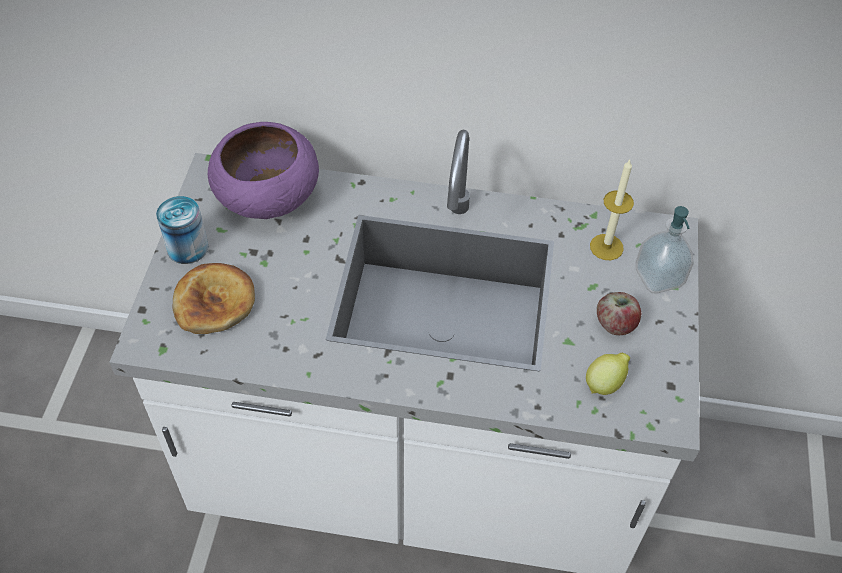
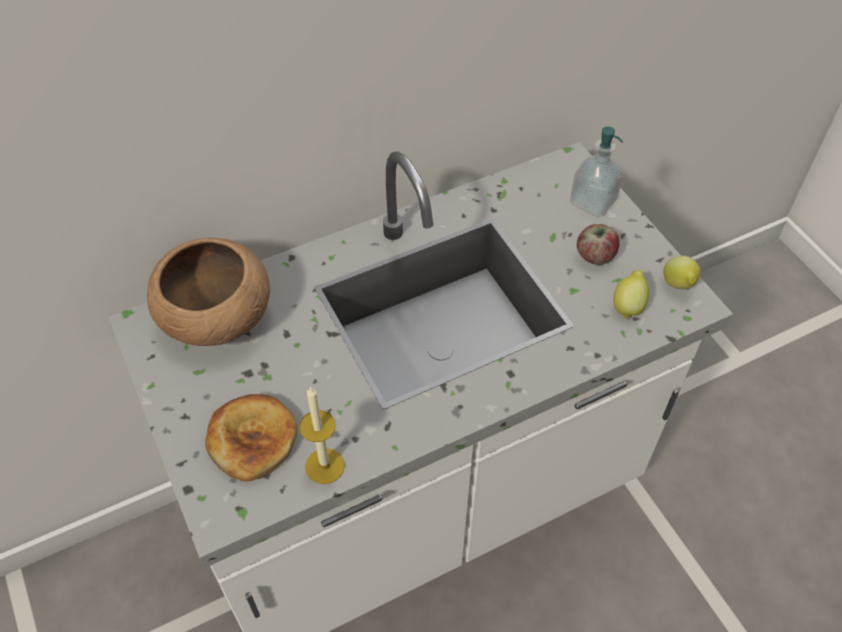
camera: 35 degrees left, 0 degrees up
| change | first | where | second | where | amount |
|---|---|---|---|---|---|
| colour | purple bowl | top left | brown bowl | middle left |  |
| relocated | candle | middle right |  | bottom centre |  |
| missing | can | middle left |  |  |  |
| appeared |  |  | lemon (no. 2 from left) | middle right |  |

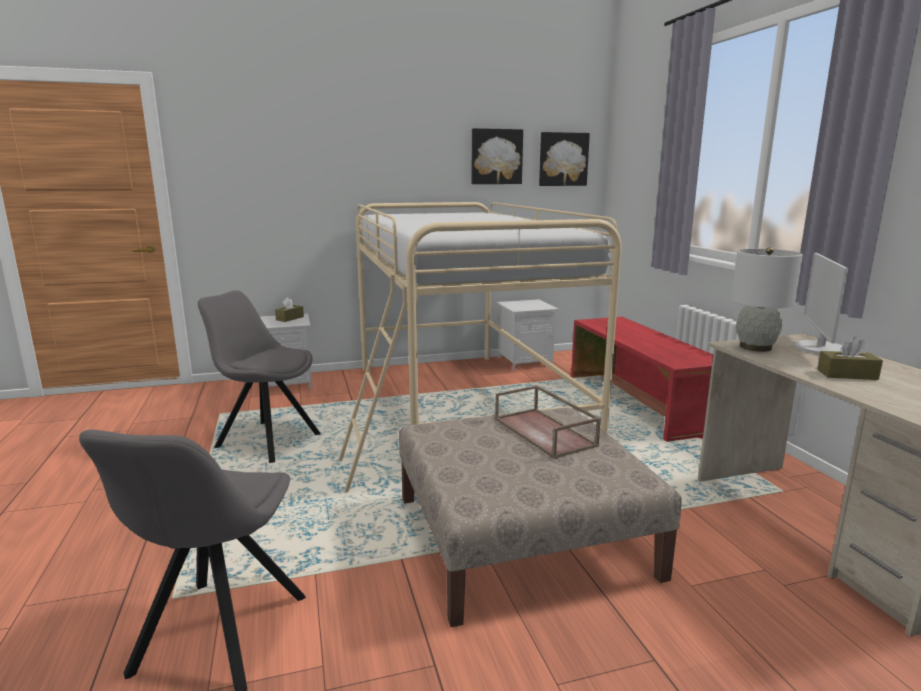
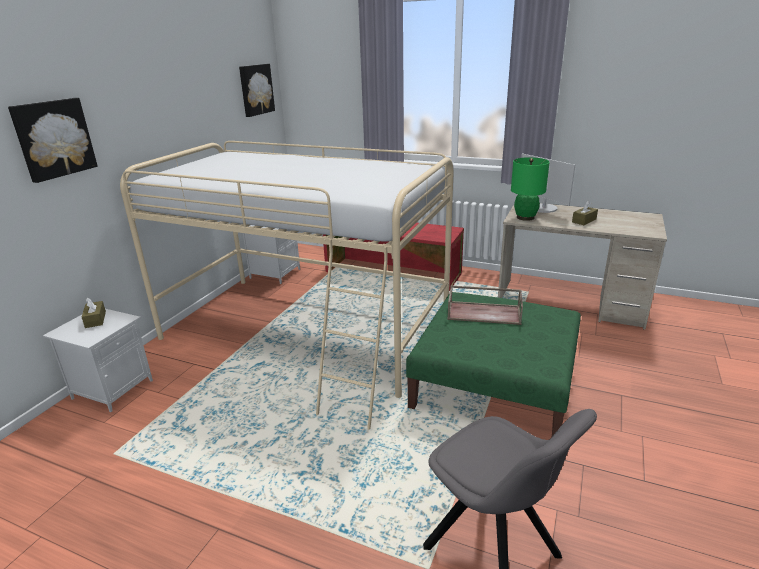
camera: 50 degrees left, 10 degrees up
| change | first | where | second | where | amount |
|---|---|---|---|---|---|
| relocated | picture (no. 1 from left) | top centre |  | top left |  |
| colour | white table lamp | middle right | green table lamp | top right |  |
| missing | grey chair (no. 2 from left) | middle left |  |  |  |
| colour | beige ottoman | bottom centre | green ottoman | centre |  |

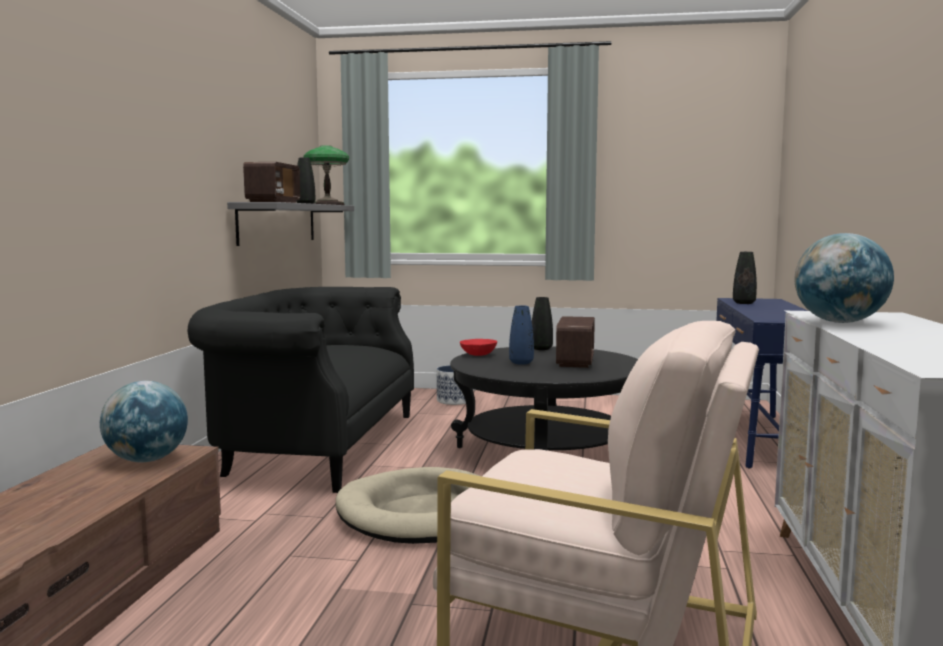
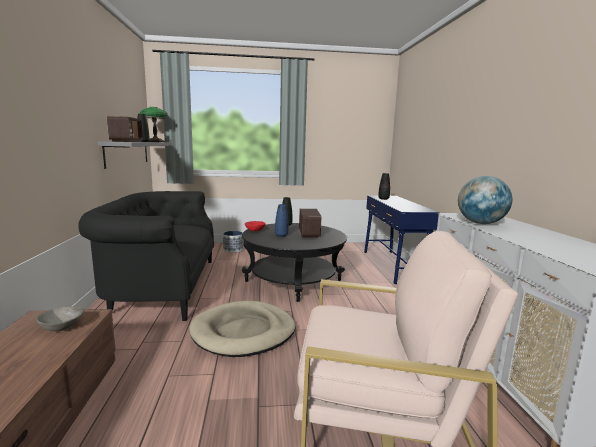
camera: 15 degrees left, 5 degrees up
| change | first | where | second | where | amount |
|---|---|---|---|---|---|
| exchanged | globe (no. 1 from left) | middle left | grey bowl | bottom left |  |

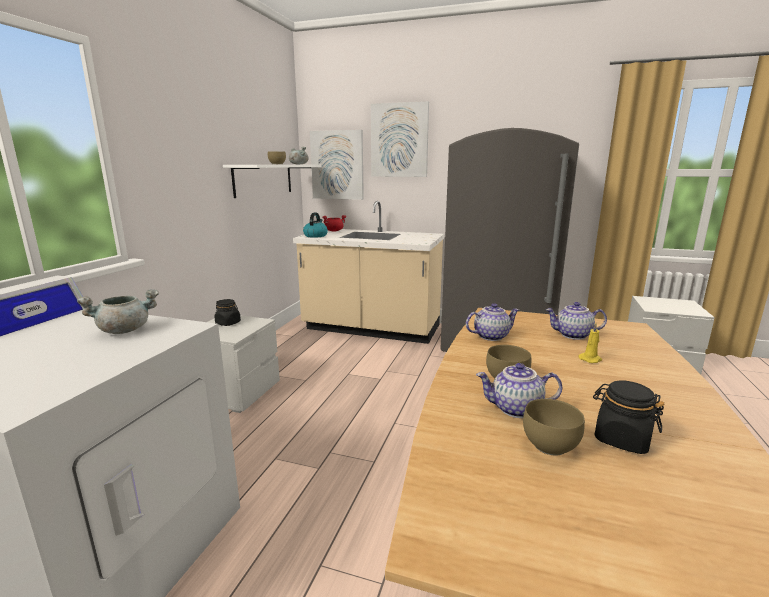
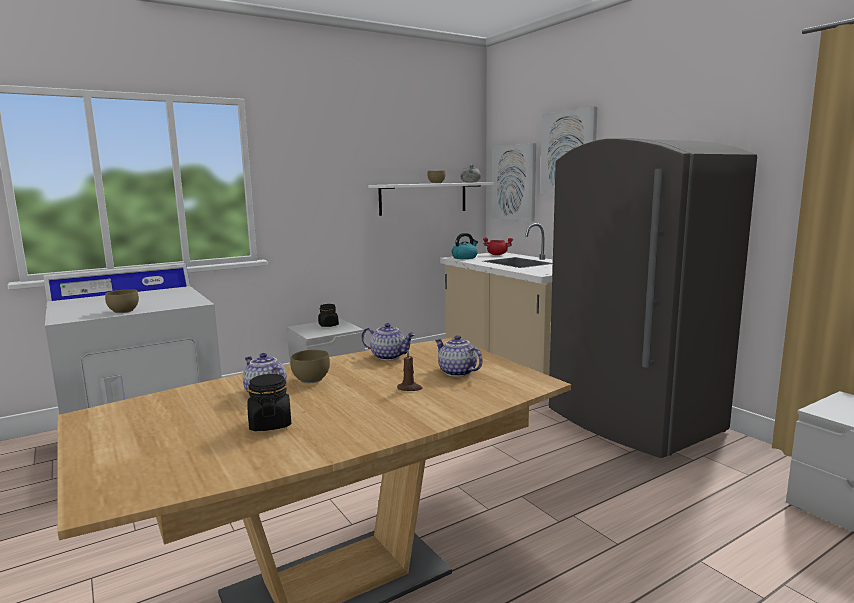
camera: 40 degrees right, 5 degrees down
| change | first | where | second | where | amount |
|---|---|---|---|---|---|
| missing | grey cooking pot (no. 1 from left) | middle left |  |  |  |
| colour | yellow candle | middle right | brown candle | centre |  |
| relocated | brown bowl (no. 3 from left in the first image) | bottom right | brown bowl (no. 1 from left) | middle left |  |

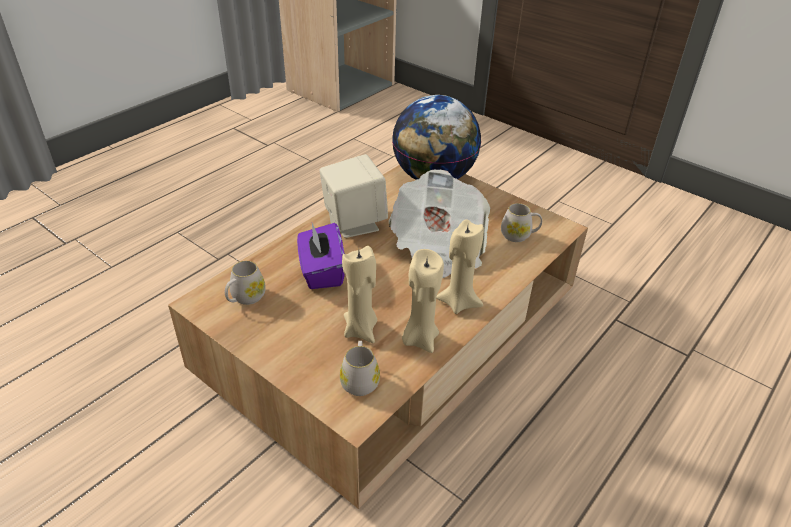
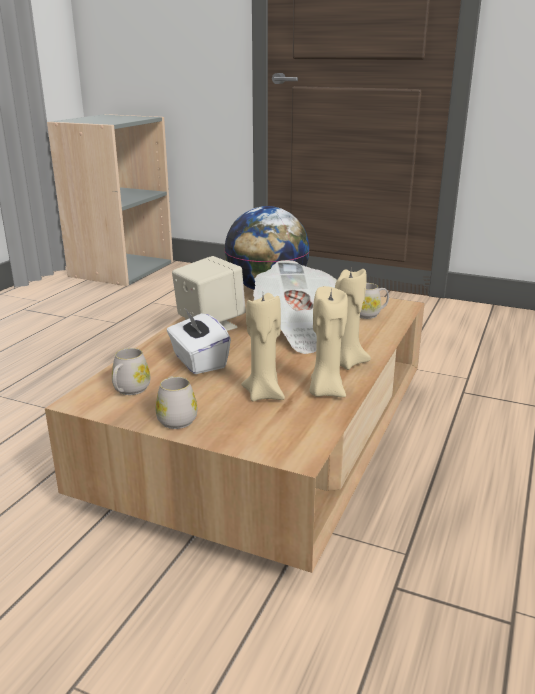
camera: 15 degrees left, 15 degrees down
| change | first | where | second | where | amount |
|---|---|---|---|---|---|
| colour | purple tissue box | centre | white tissue box | centre |  |
| relocated | white mug (no. 2 from left) | bottom centre |  | middle left |  |

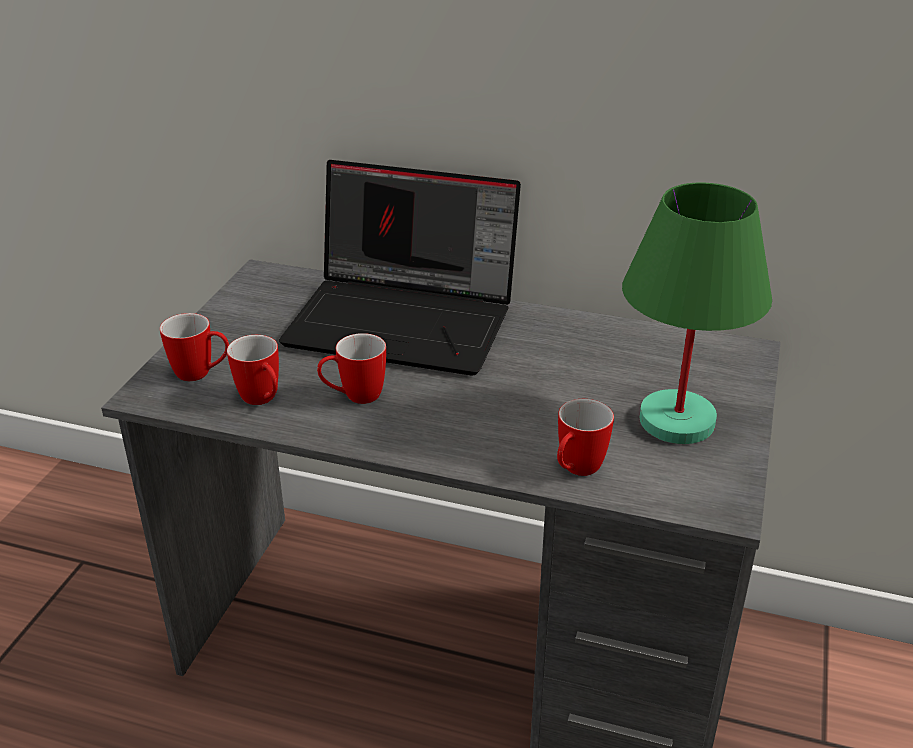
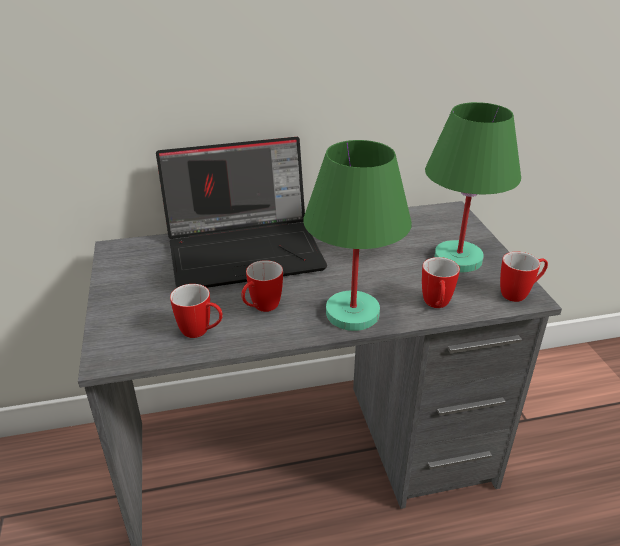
camera: 30 degrees left, 0 degrees up
| change | first | where | second | where | amount |
|---|---|---|---|---|---|
| relocated | mug (no. 1 from left in the first image) | middle left | mug (no. 4 from left) | middle right |  |
| appeared |  |  | green table lamp (no. 1 from left) | centre |  |

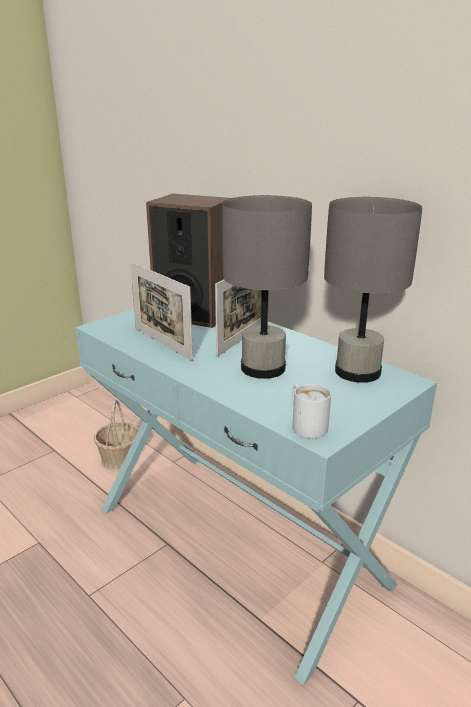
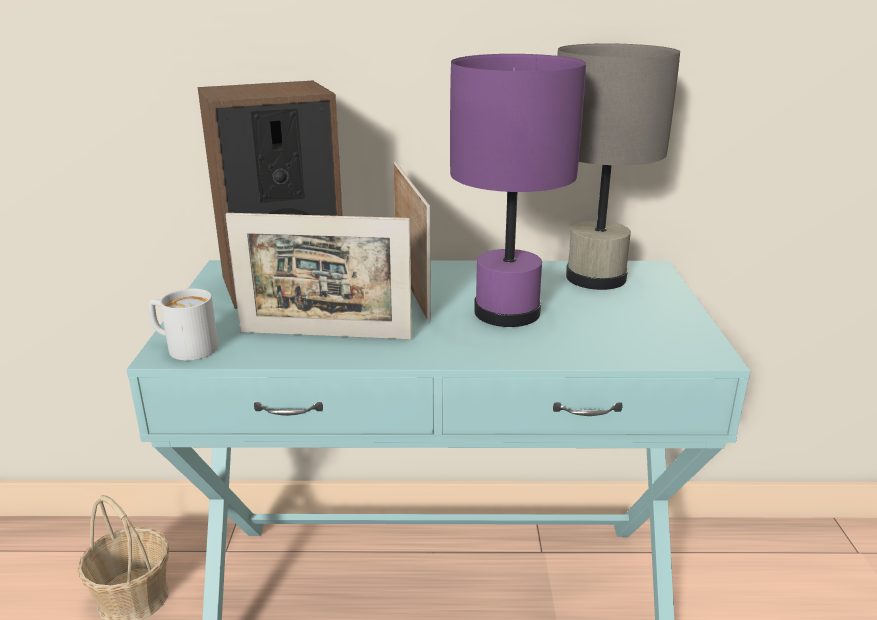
camera: 45 degrees left, 0 degrees up
| change | first | where | second | where | amount |
|---|---|---|---|---|---|
| colour | grey table lamp (no. 1 from left) | centre | purple table lamp | top centre |  |
| relocated | white mug | centre |  | middle left |  |

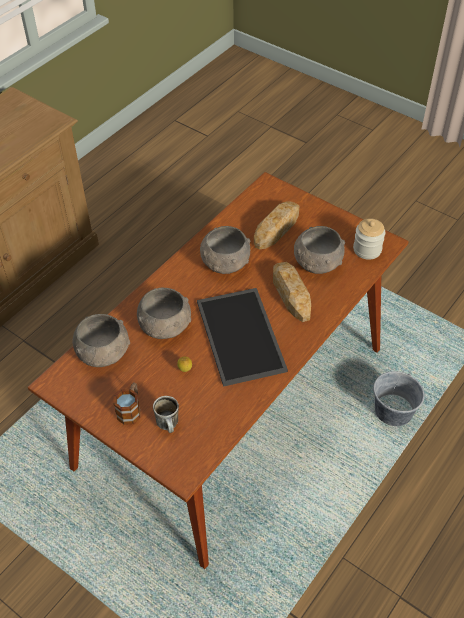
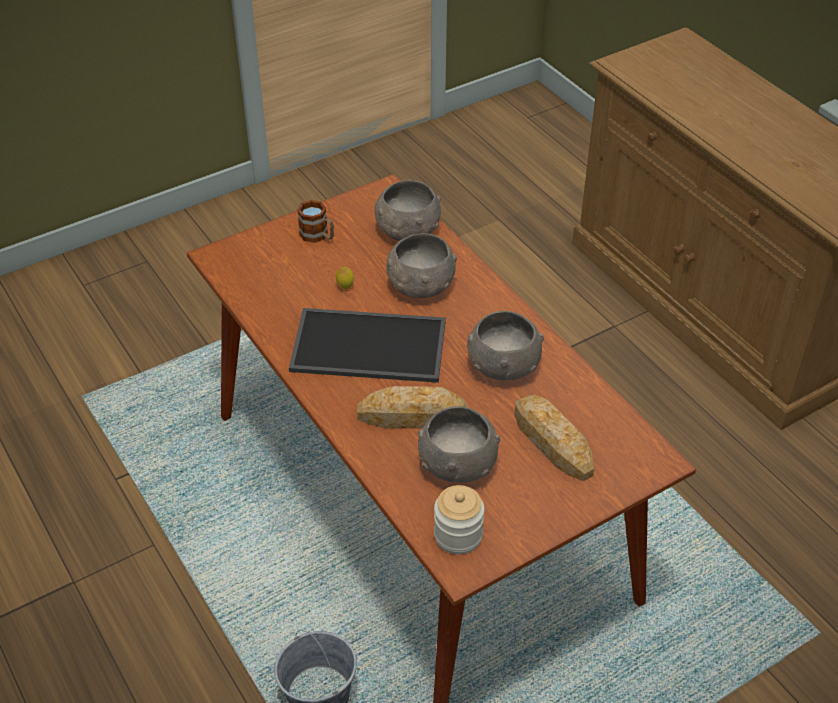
camera: 110 degrees right, 5 degrees down
| change | first | where | second | where | amount |
|---|---|---|---|---|---|
| missing | mug (no. 2 from left) | bottom centre |  |  |  |

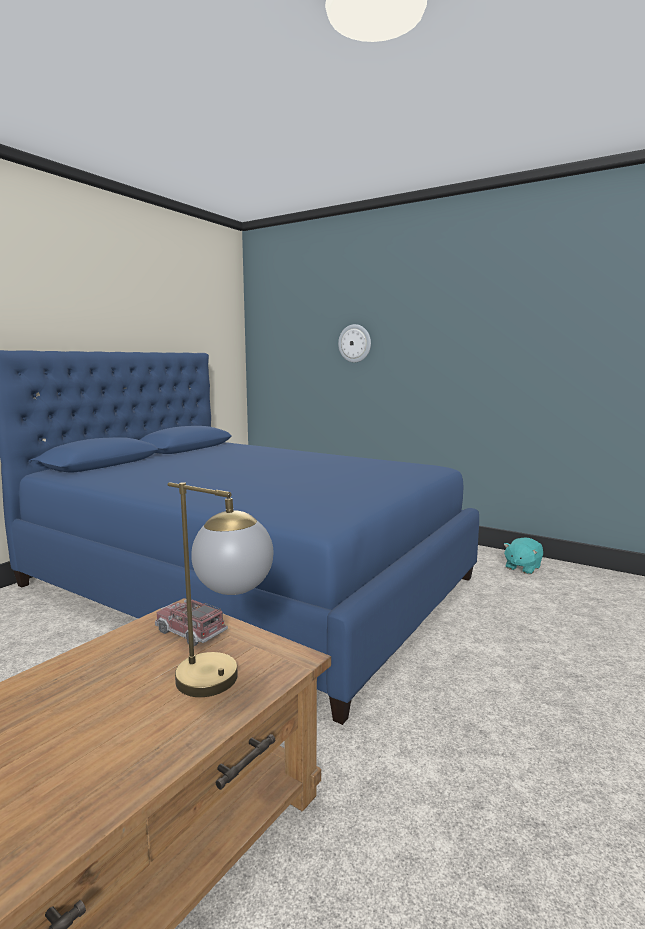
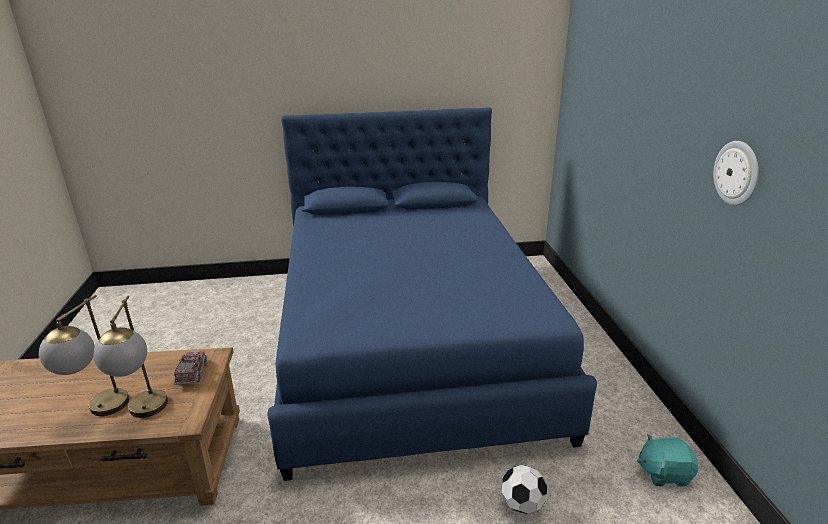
camera: 50 degrees right, 15 degrees up
| change | first | where | second | where | amount |
|---|---|---|---|---|---|
| relocated | wall clock | centre |  | top right |  |
| appeared |  |  | table lamp (no. 1 from left) | bottom left |  |
| appeared |  |  | football | bottom centre |  |

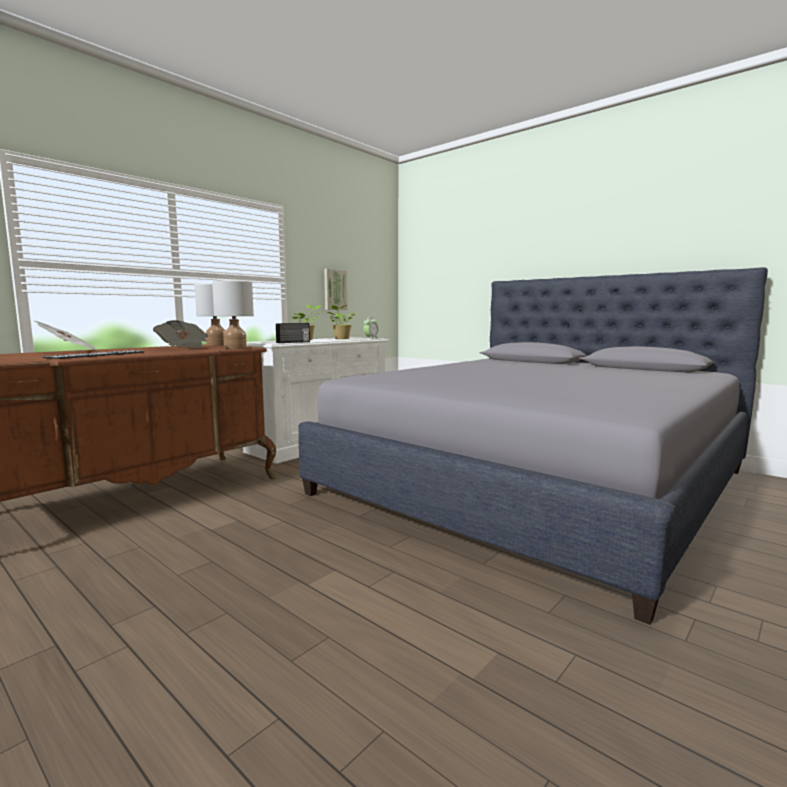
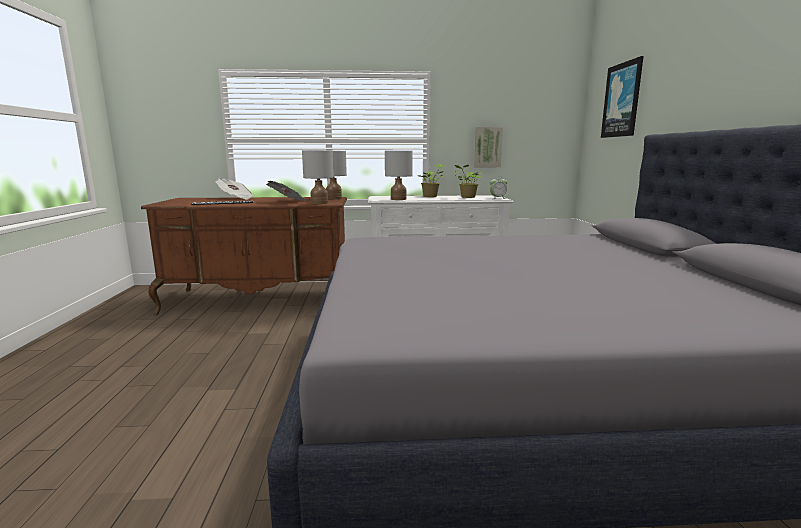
camera: 45 degrees right, 5 degrees up
| change | first | where | second | where | amount |
|---|---|---|---|---|---|
| exchanged | radio | centre | grey table lamp (no. 3 from left) | top centre |  |
| appeared |  |  | picture (no. 2 from left) | top right |  |

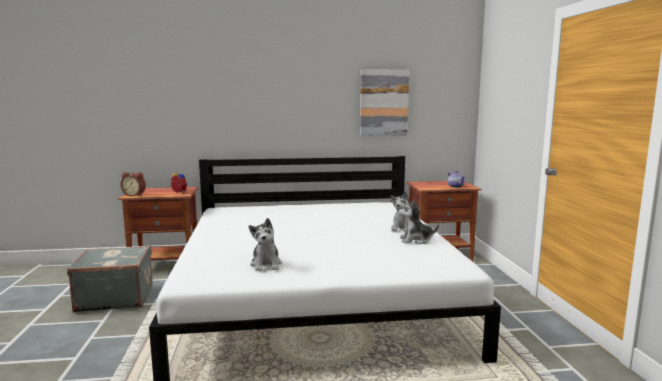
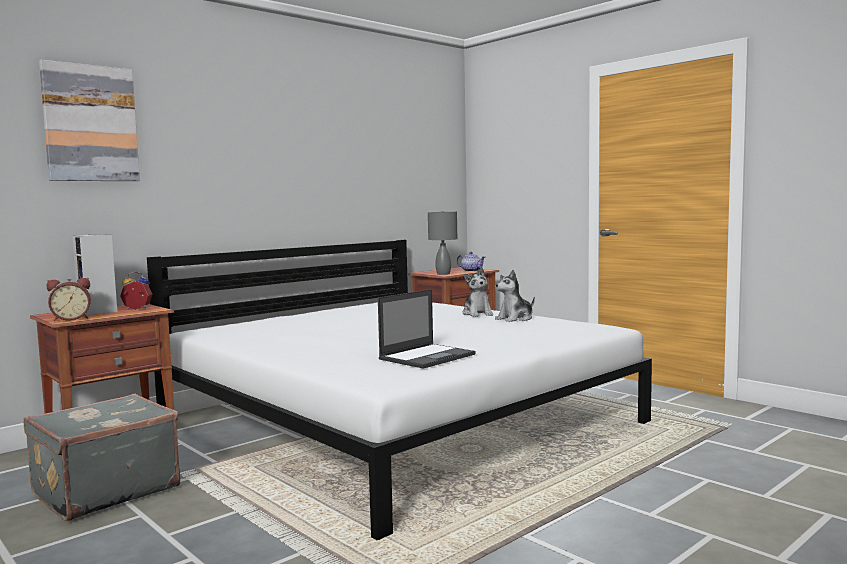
camera: 35 degrees left, 5 degrees down
| change | first | where | second | where | amount |
|---|---|---|---|---|---|
| relocated | picture | top centre |  | top left |  |
| exchanged | plush toy (no. 1 from left) | centre | laptop | centre |  |
| appeared |  |  | grey table lamp | centre |  |
| appeared |  |  | speaker | middle left |  |

